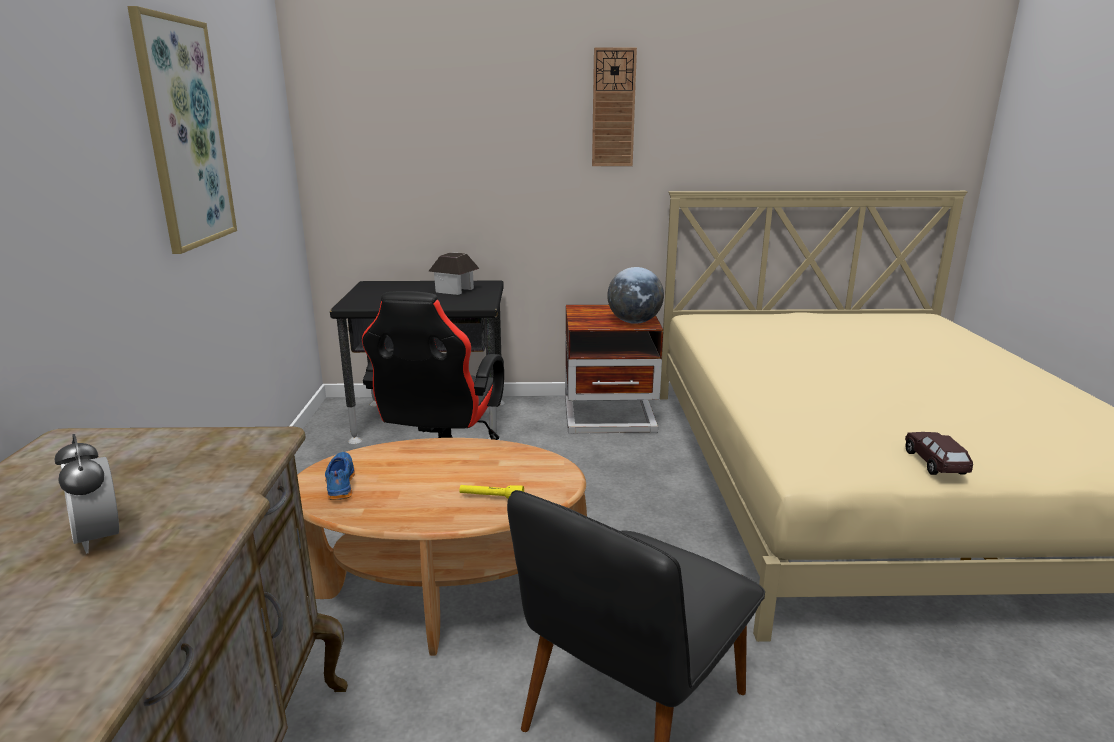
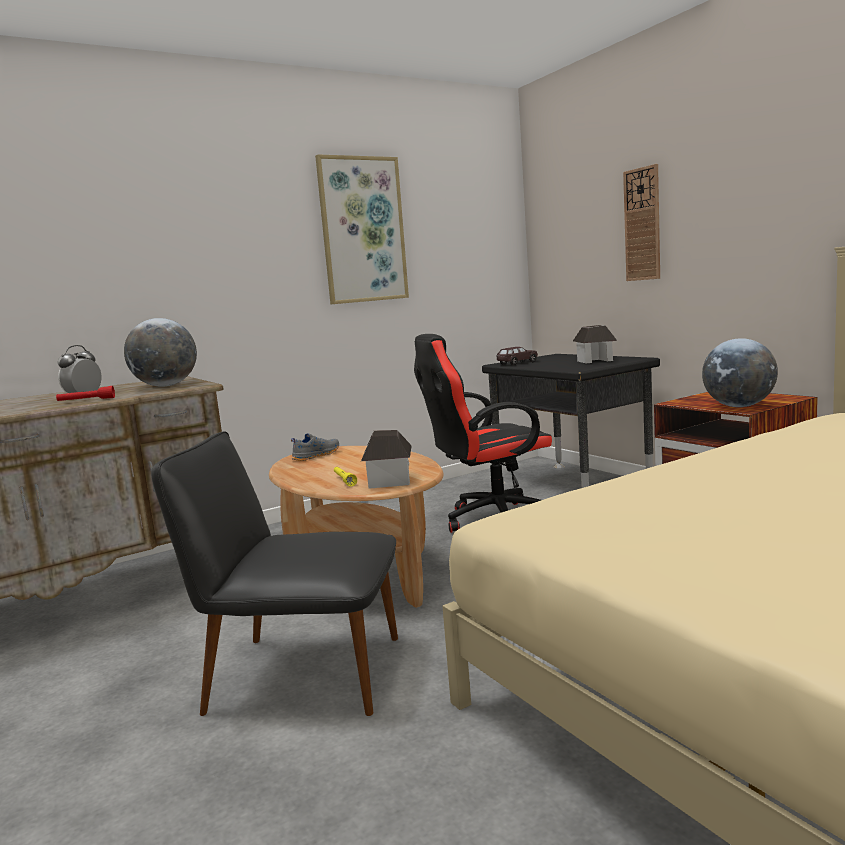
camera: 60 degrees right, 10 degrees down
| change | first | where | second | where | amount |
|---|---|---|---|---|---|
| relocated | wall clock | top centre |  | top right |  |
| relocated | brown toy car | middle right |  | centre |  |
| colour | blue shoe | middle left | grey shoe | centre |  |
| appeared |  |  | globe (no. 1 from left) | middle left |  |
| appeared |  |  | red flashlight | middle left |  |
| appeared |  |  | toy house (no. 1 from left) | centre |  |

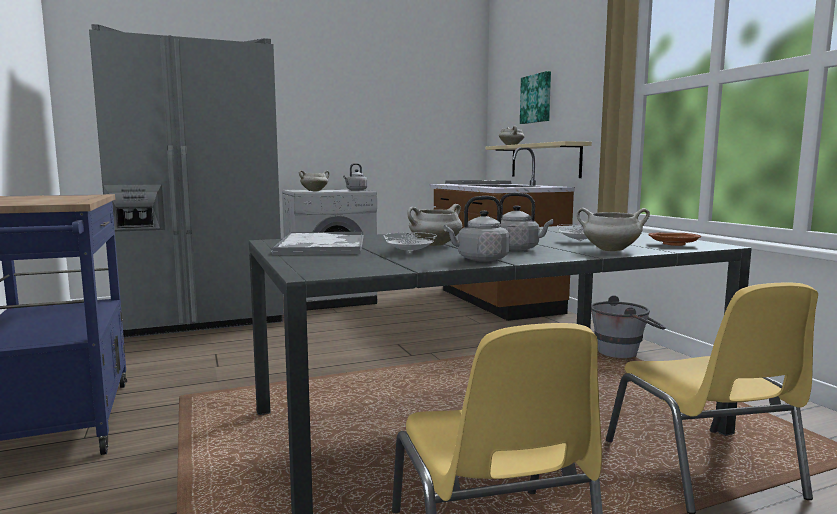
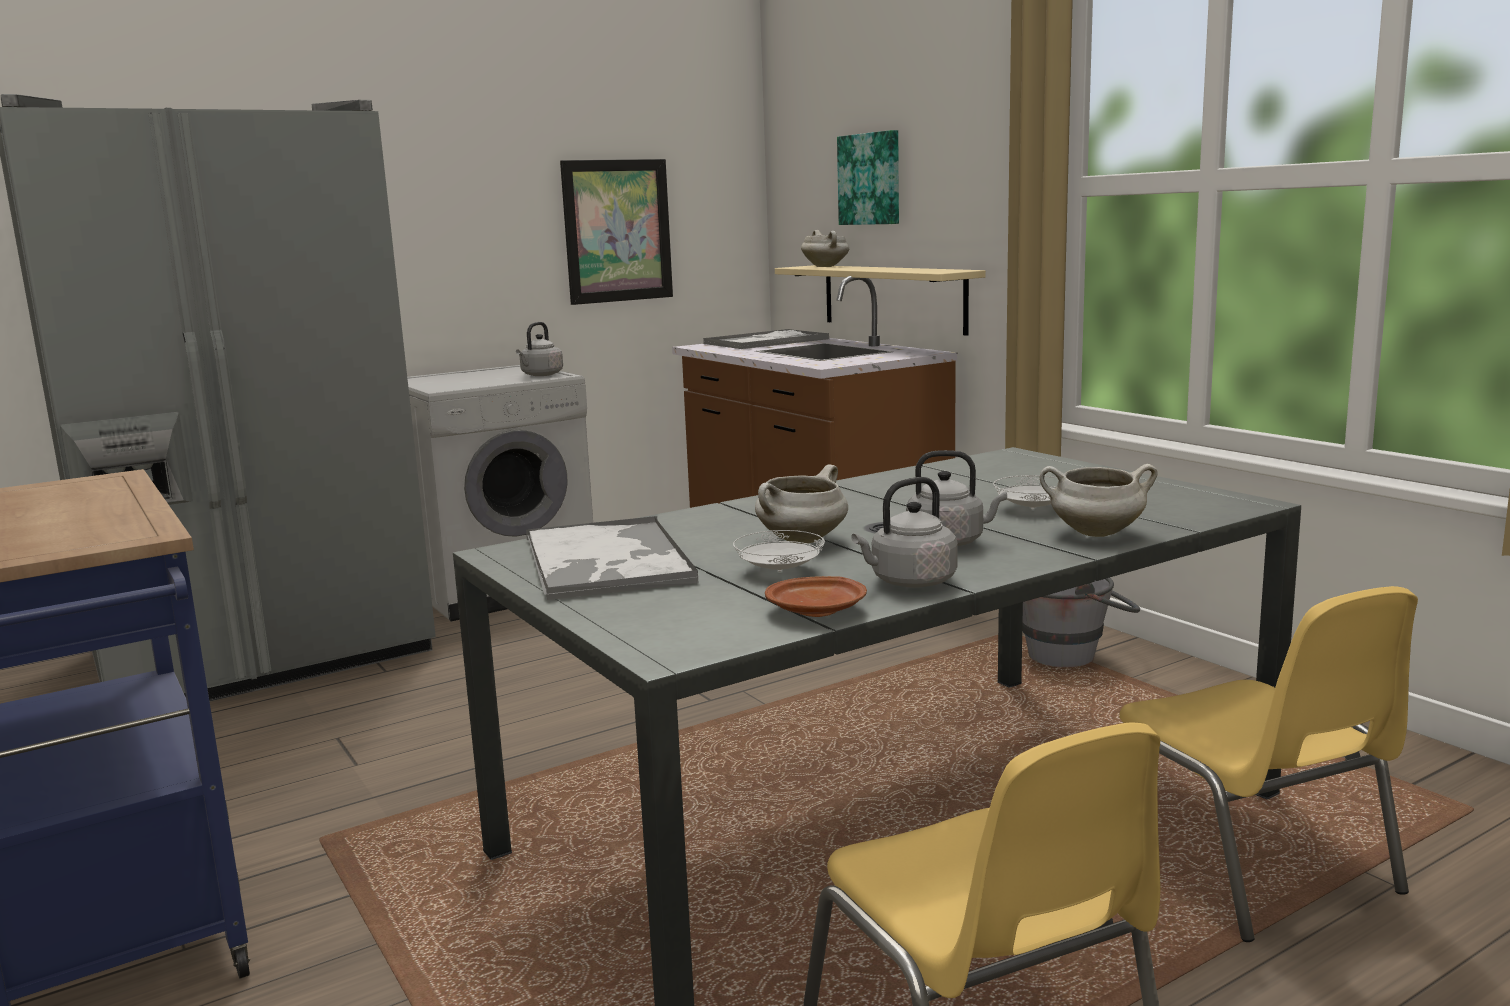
camera: 10 degrees left, 5 degrees up
| change | first | where | second | where | amount |
|---|---|---|---|---|---|
| missing | white cooking pot (no. 1 from left) | centre |  |  |  |
| relocated | brown plate | middle right |  | centre |  |
| appeared |  |  | picture (no. 1 from left) | top centre |  |

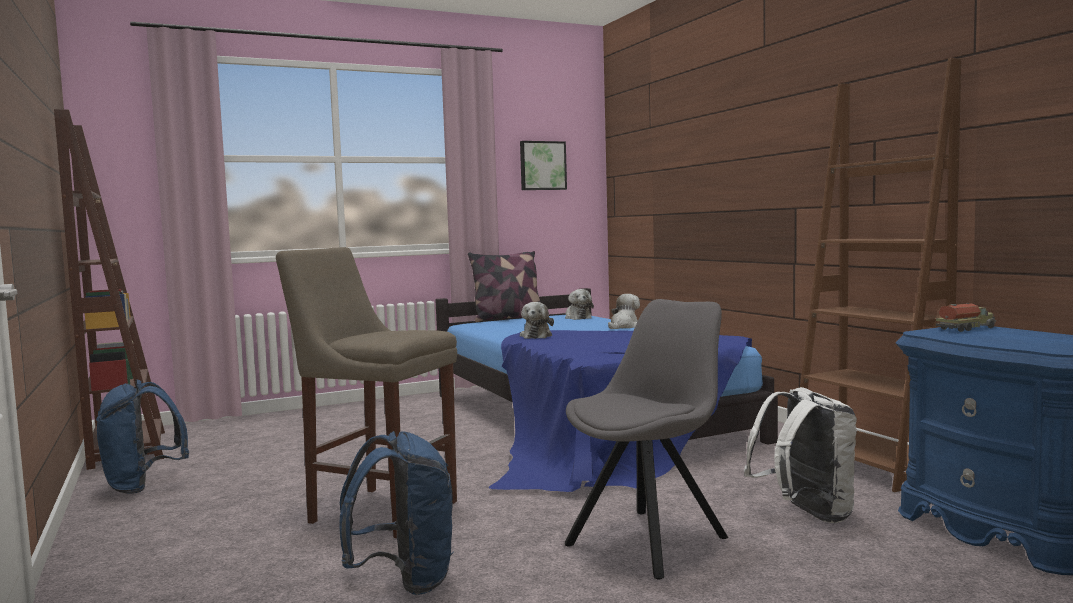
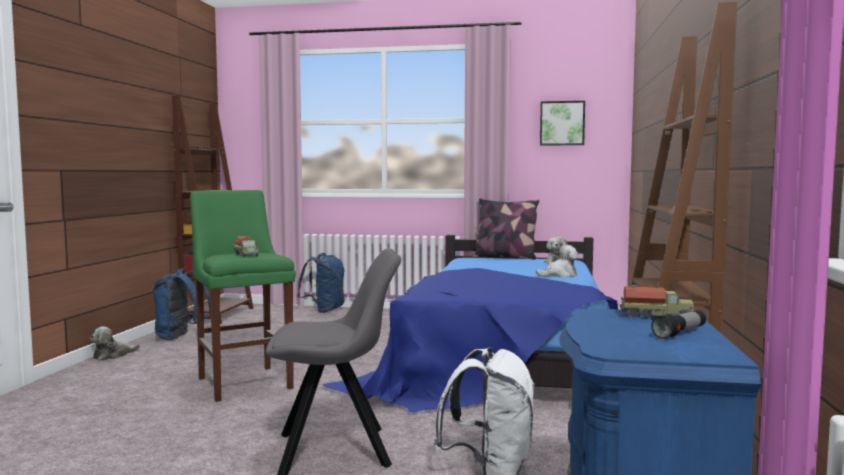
camera: 35 degrees right, 0 degrees up
| change | first | where | second | where | amount |
|---|---|---|---|---|---|
| colour | beige stool | centre | green stool | middle left |  |
| relocated | plush toy (no. 1 from left) | centre |  | bottom left |  |
| relocated | blue backpack (no. 2 from left) | bottom centre |  | centre |  |
| appeared |  |  | toy truck (no. 1 from left) | middle left |  |
| appeared |  |  | flashlight | bottom right |  |

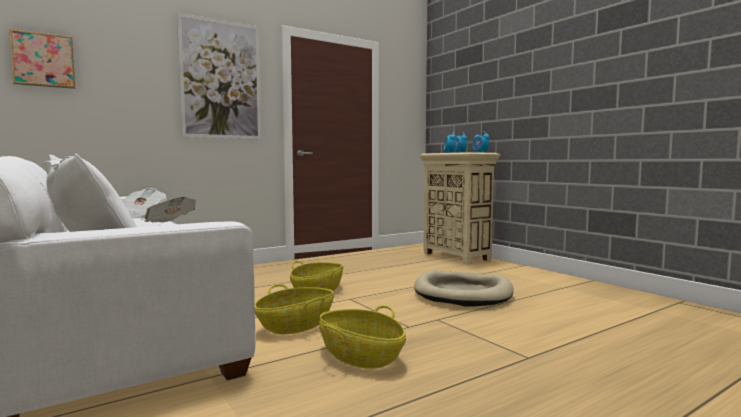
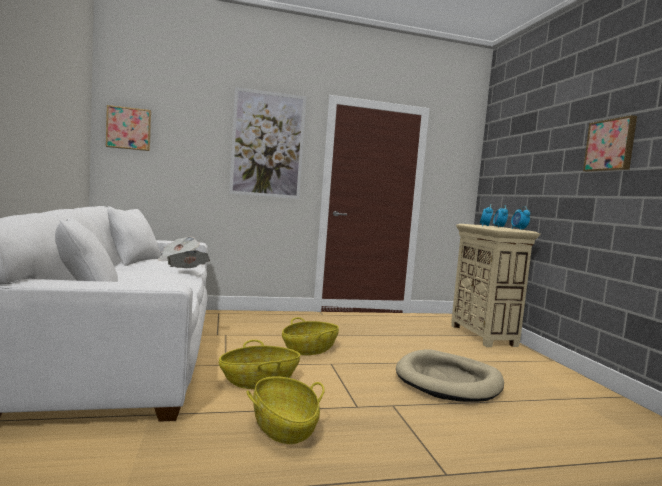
camera: 20 degrees right, 0 degrees up
| change | first | where | second | where | amount |
|---|---|---|---|---|---|
| appeared |  |  | picture (no. 3 from left) | top right |  |

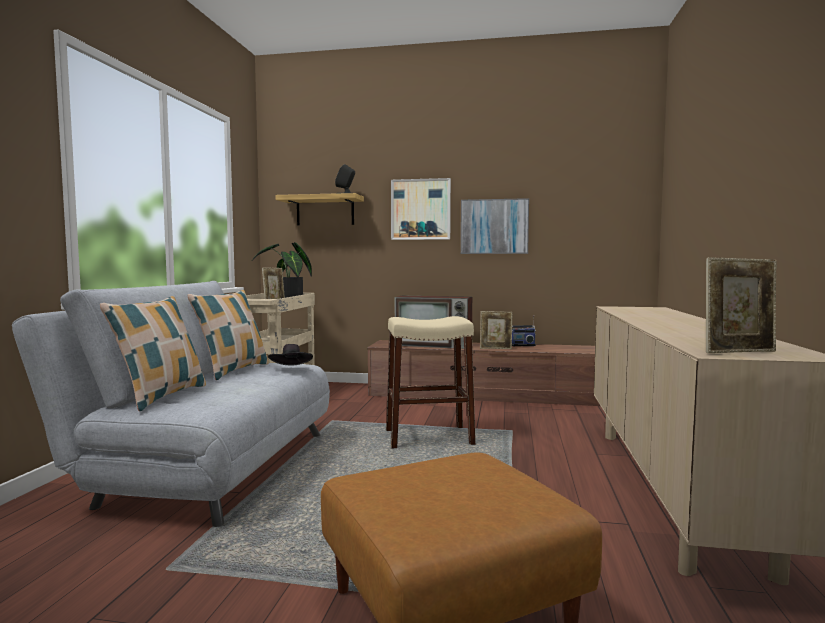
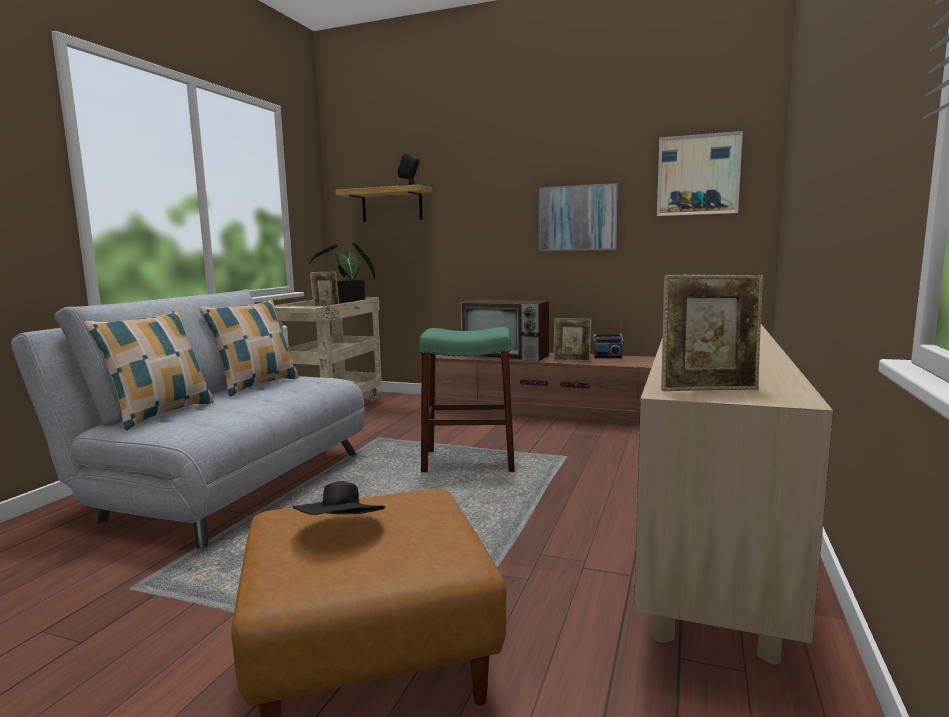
camera: 10 degrees right, 5 degrees up
| change | first | where | second | where | amount |
|---|---|---|---|---|---|
| relocated | picture (no. 1 from left in the first image) | centre | picture (no. 2 from left) | top right |  |
| colour | beige stool | centre | green stool | centre |  |
| relocated | black hat | centre |  | bottom centre |  |

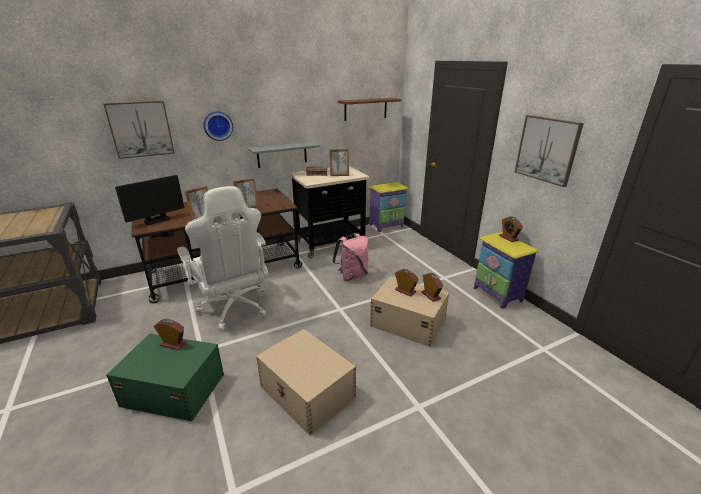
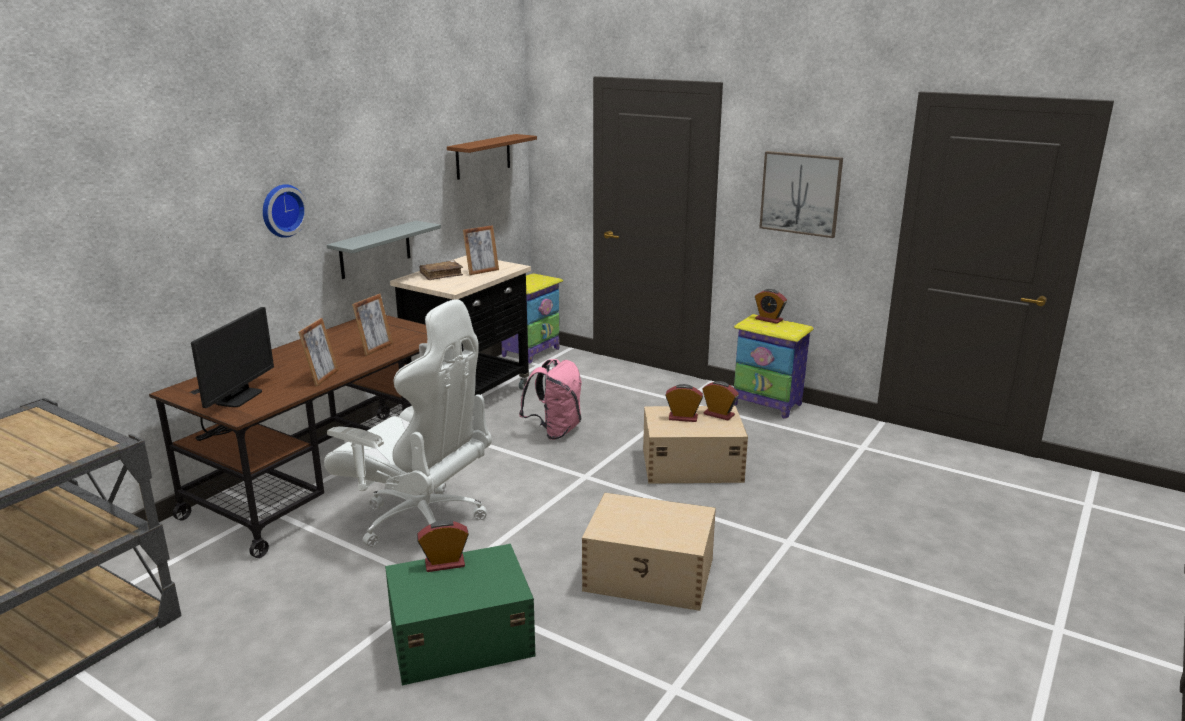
camera: 30 degrees left, 5 degrees down
| change | first | where | second | where | amount |
|---|---|---|---|---|---|
| missing | picture (no. 1 from left) | top left |  |  |  |

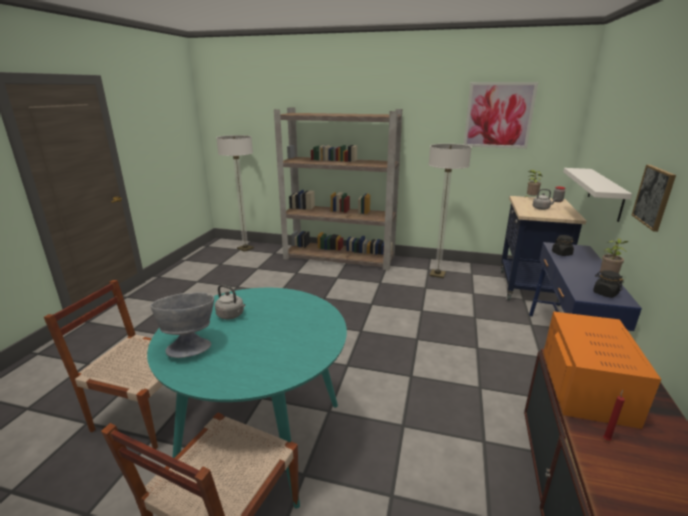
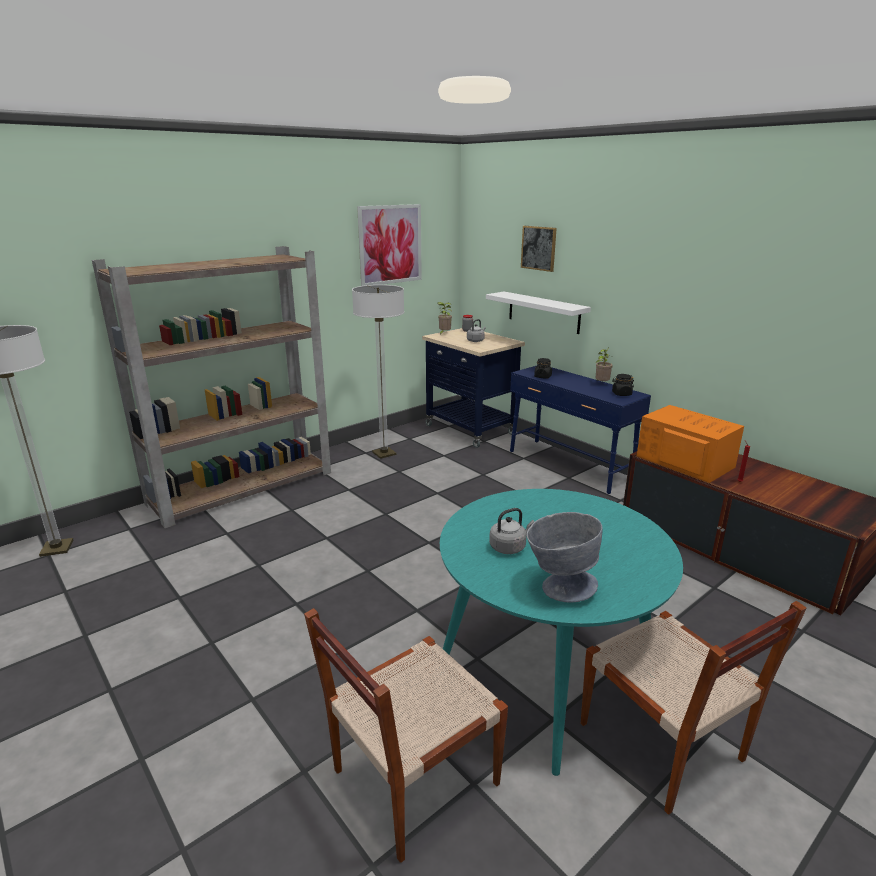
camera: 55 degrees left, 0 degrees up
| change | first | where | second | where | amount |
|---|---|---|---|---|---|
| relocated | picture (no. 2 from left) | middle right |  | top centre |  |

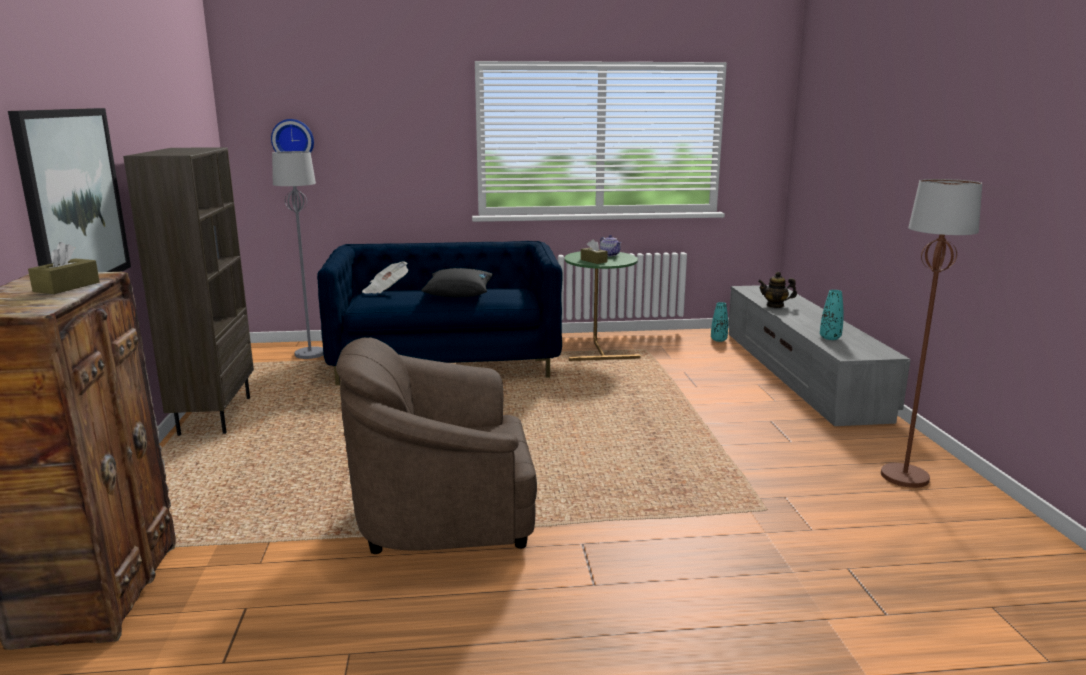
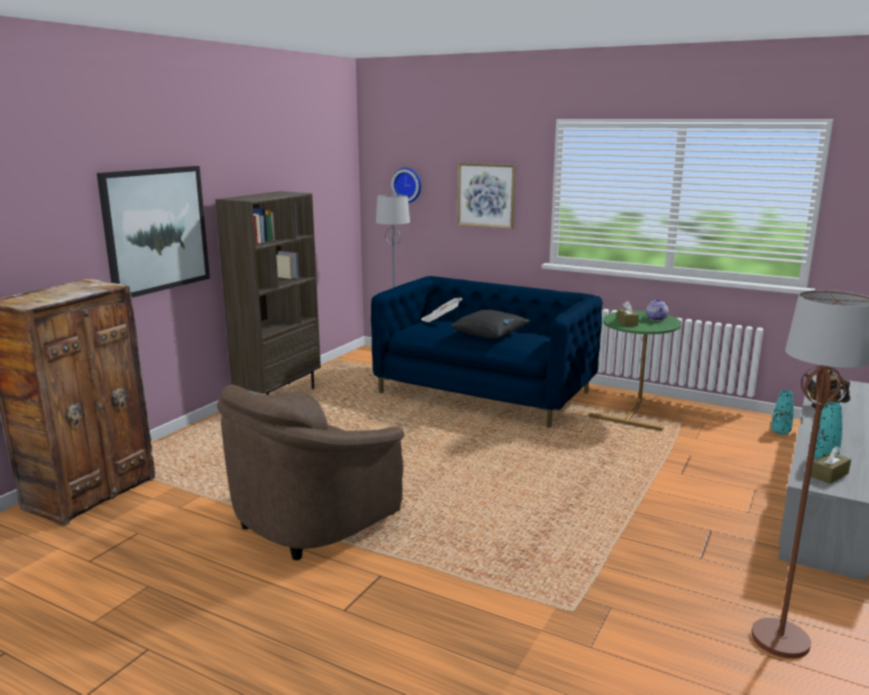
camera: 35 degrees right, 0 degrees up
| change | first | where | second | where | amount |
|---|---|---|---|---|---|
| relocated | brown tissue box (no. 1 from left in the first image) | middle left | brown tissue box (no. 2 from left) | bottom right |  |
| spun | brown armchair | centre |  | bottom centre | 75 degrees counterclockwise |
| appeared |  |  | picture (no. 2 from left) | top centre |  |

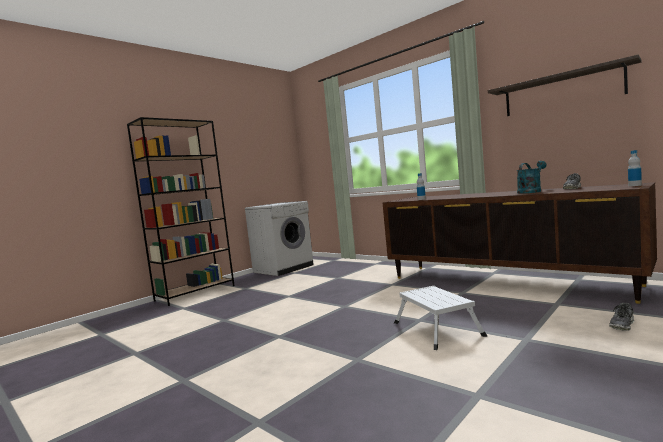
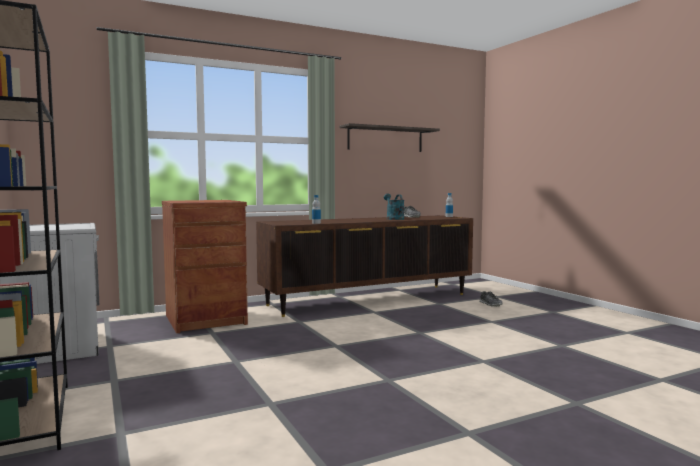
camera: 70 degrees left, 0 degrees up
| change | first | where | second | where | amount |
|---|---|---|---|---|---|
| missing | white step ladder | bottom centre |  |  |  |
| appeared |  |  | brown dresser | middle left |  |

